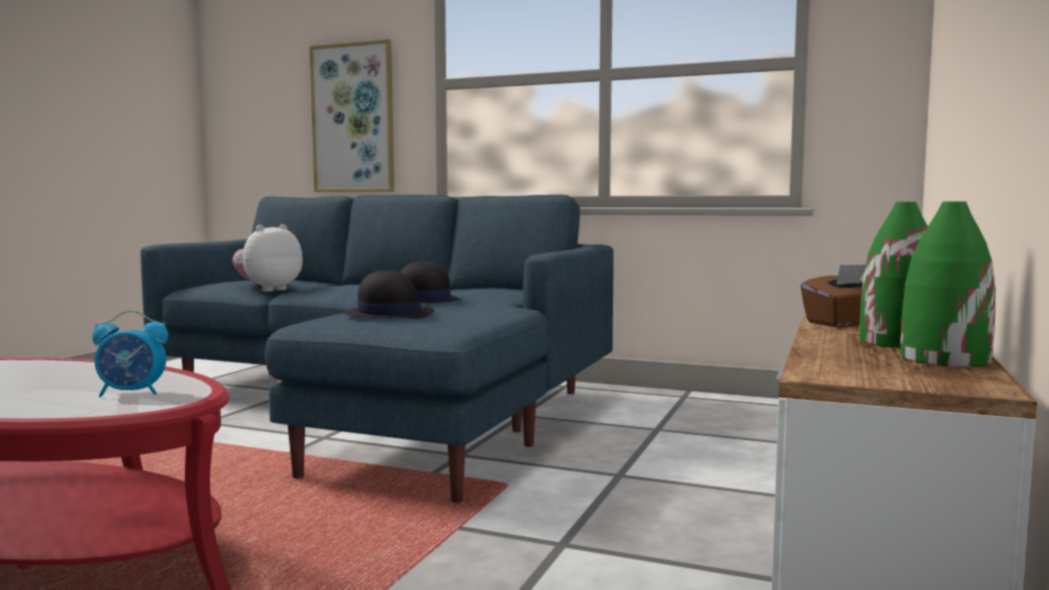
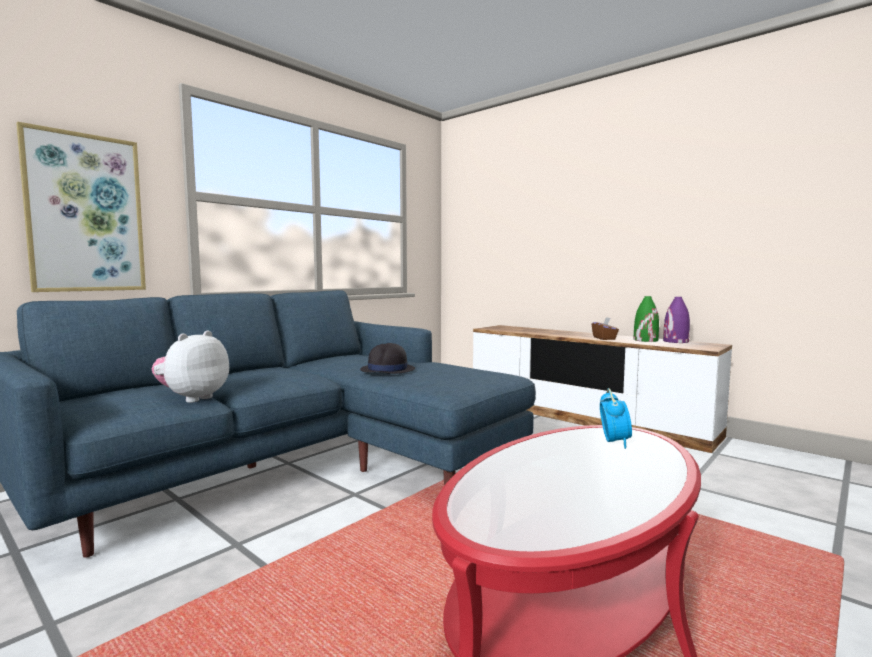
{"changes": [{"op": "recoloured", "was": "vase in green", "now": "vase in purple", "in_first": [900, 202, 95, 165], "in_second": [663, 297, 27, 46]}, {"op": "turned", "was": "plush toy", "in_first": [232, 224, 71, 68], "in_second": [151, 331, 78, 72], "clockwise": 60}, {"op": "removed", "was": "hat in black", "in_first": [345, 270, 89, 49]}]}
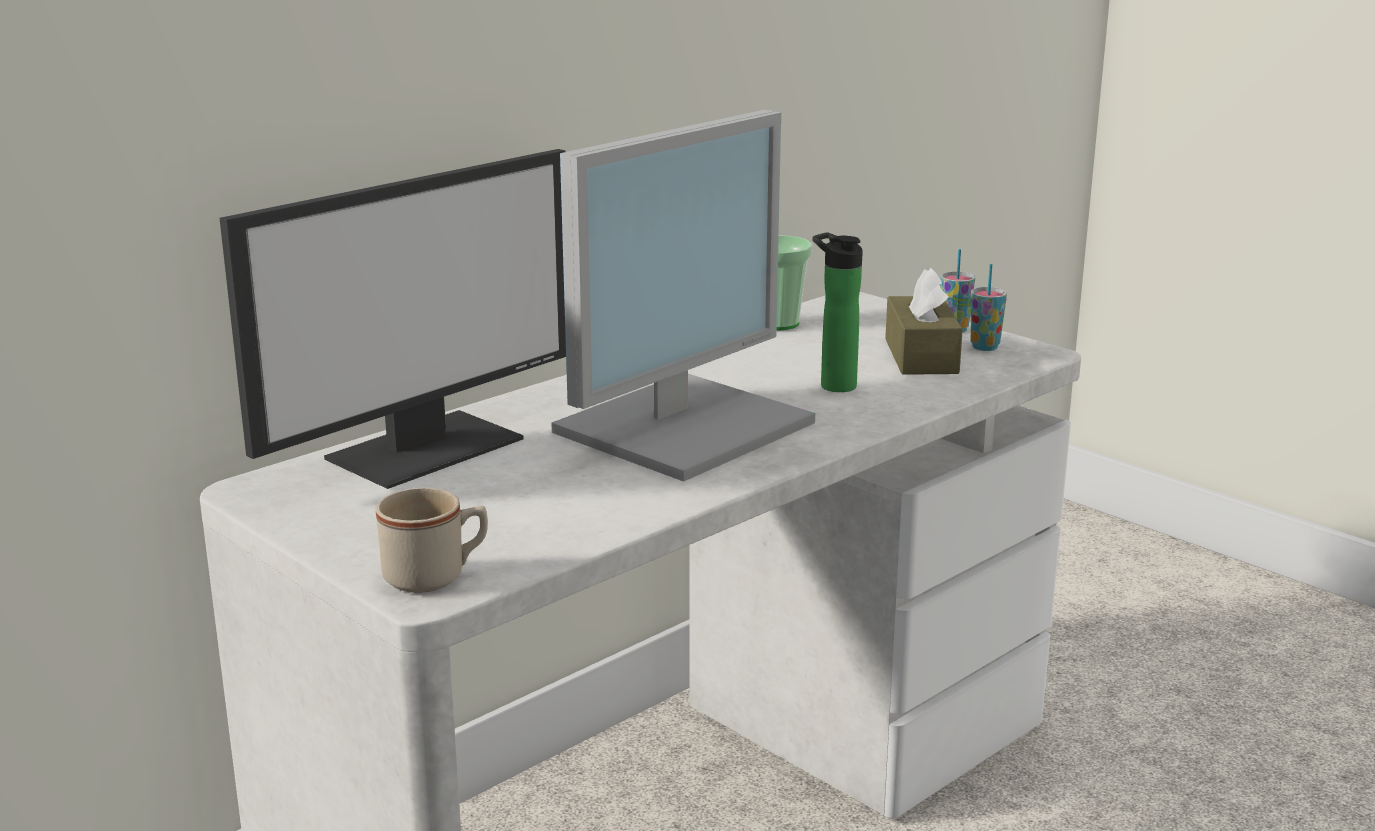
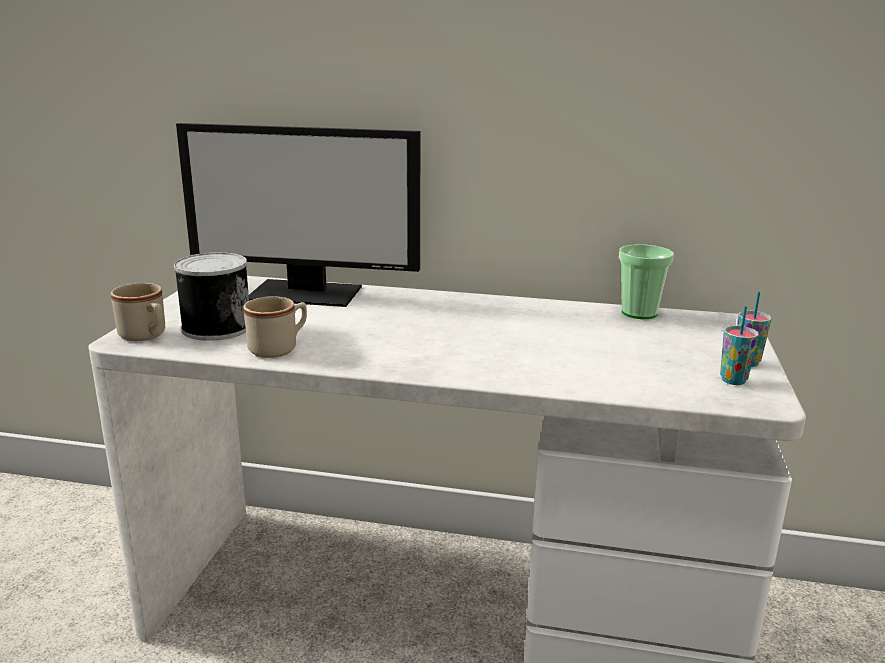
{"changes": [{"op": "removed", "was": "monitor", "in_first": [551, 109, 264, 373]}, {"op": "removed", "was": "bottle", "in_first": [812, 232, 51, 160]}, {"op": "removed", "was": "tissue box in brown", "in_first": [885, 268, 78, 107]}, {"op": "added", "now": "can", "in_second": [174, 252, 75, 89]}, {"op": "added", "now": "mug in beige", "in_second": [243, 296, 64, 62]}]}
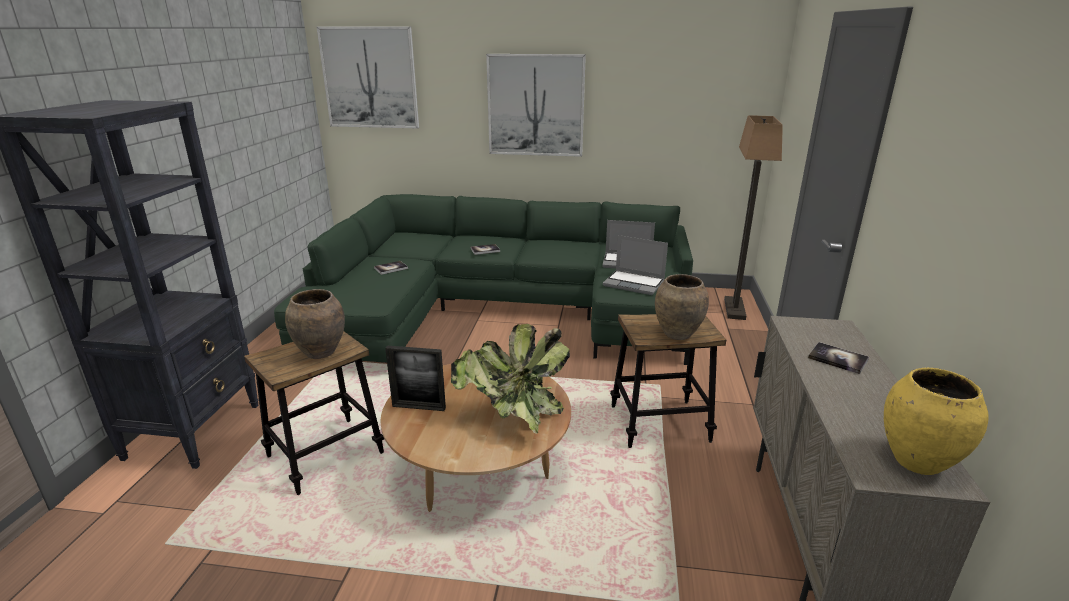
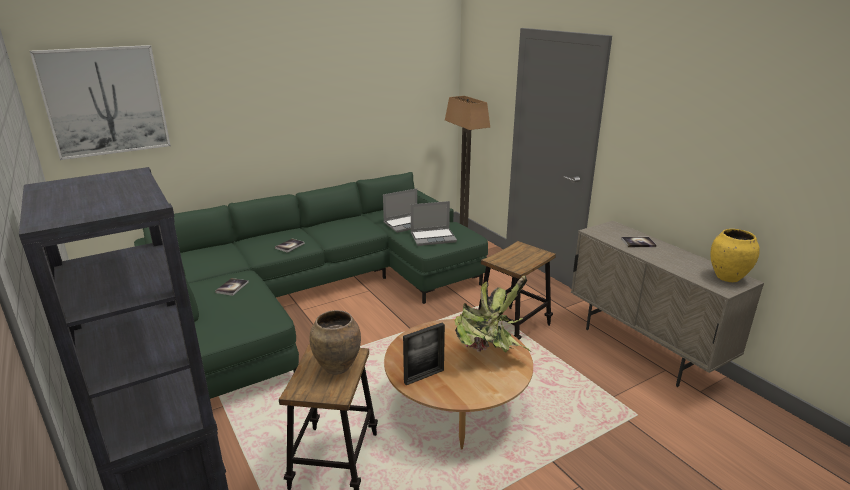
{"changes": [{"op": "removed", "was": "picture", "in_first": [486, 54, 100, 103]}, {"op": "removed", "was": "vase in brown", "in_first": [655, 274, 54, 66]}]}
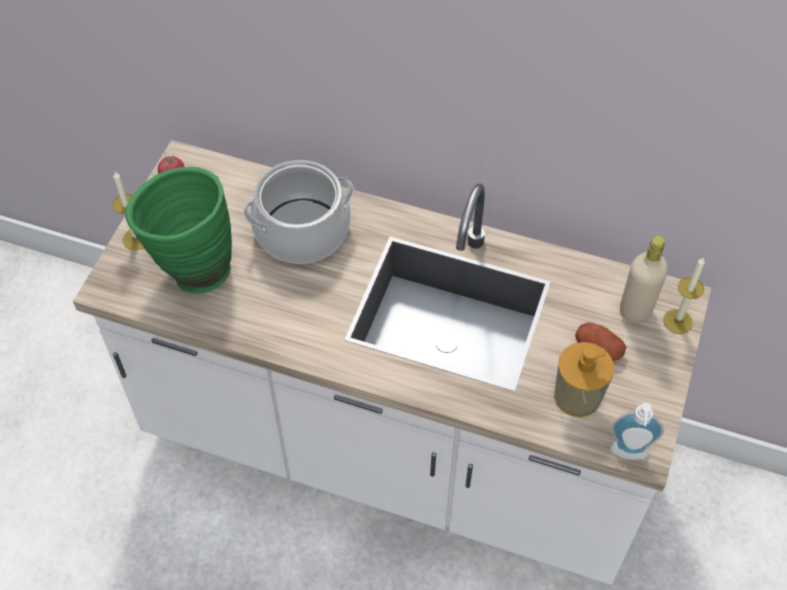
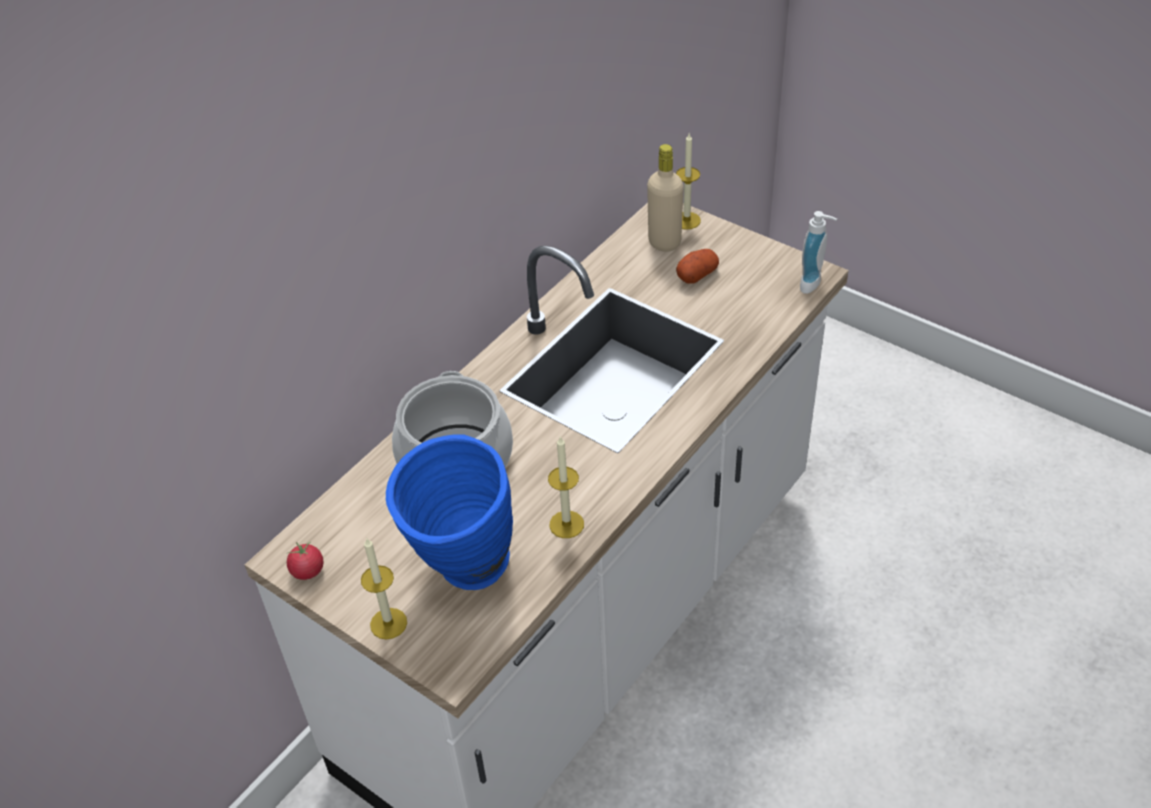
{"changes": [{"op": "recoloured", "was": "vase in green", "now": "vase in blue", "in_first": [125, 167, 107, 127], "in_second": [386, 435, 127, 155]}, {"op": "removed", "was": "soap dispenser", "in_first": [554, 342, 60, 75]}, {"op": "added", "now": "candle", "in_second": [548, 436, 36, 102]}]}
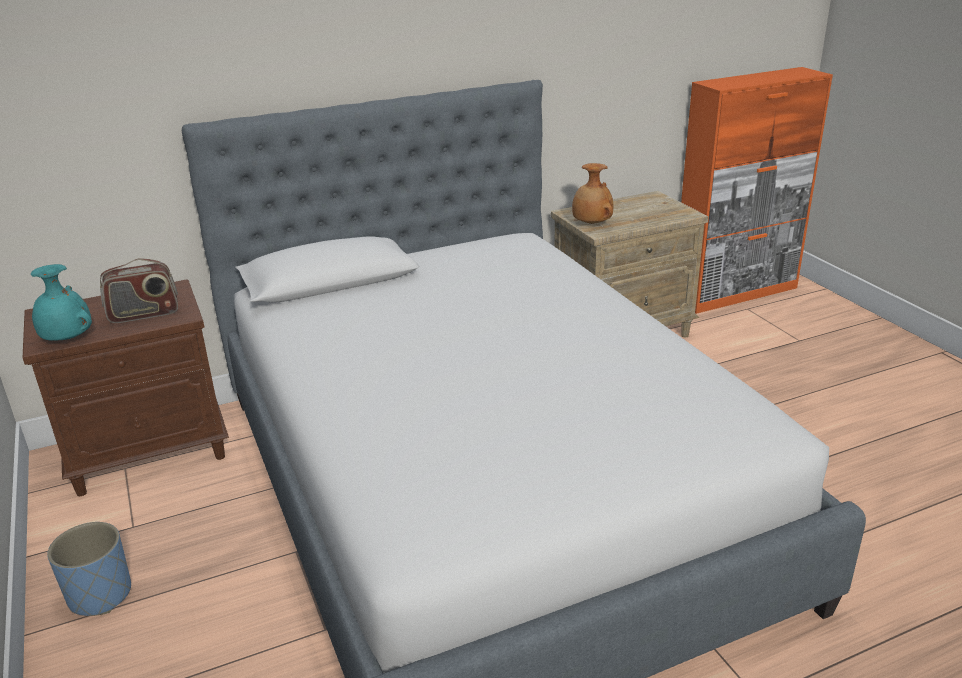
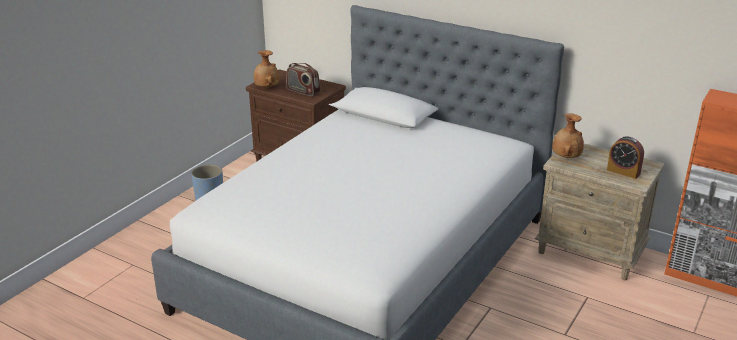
{"changes": [{"op": "recoloured", "was": "vase in turquoise", "now": "vase in brown", "in_first": [31, 264, 61, 77], "in_second": [254, 50, 25, 38]}, {"op": "added", "now": "alarm clock", "in_second": [607, 137, 37, 42]}]}
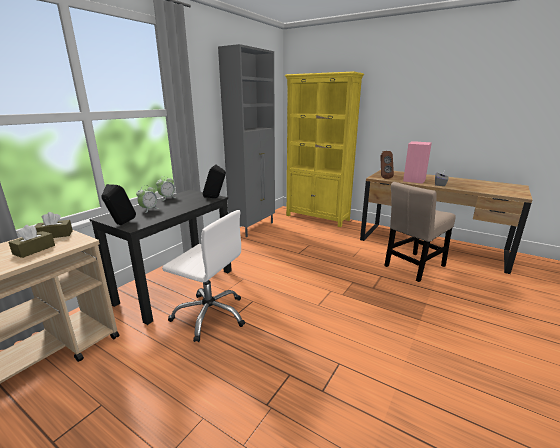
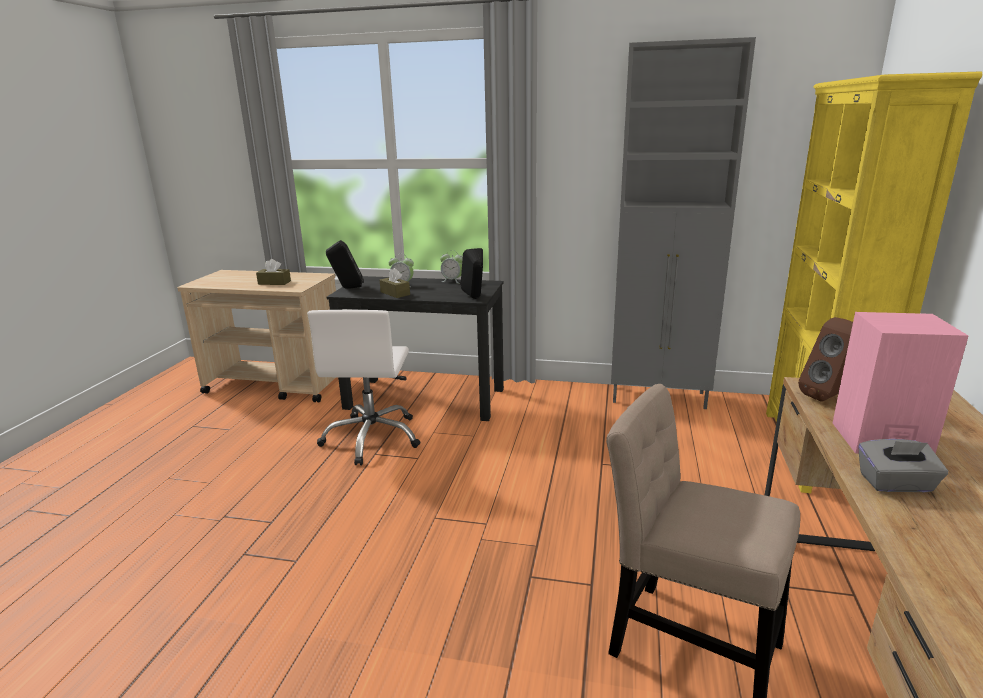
{"changes": [{"op": "moved", "was": "tissue box in brown", "in_first": [35, 212, 38, 26], "in_second": [380, 268, 30, 30]}]}
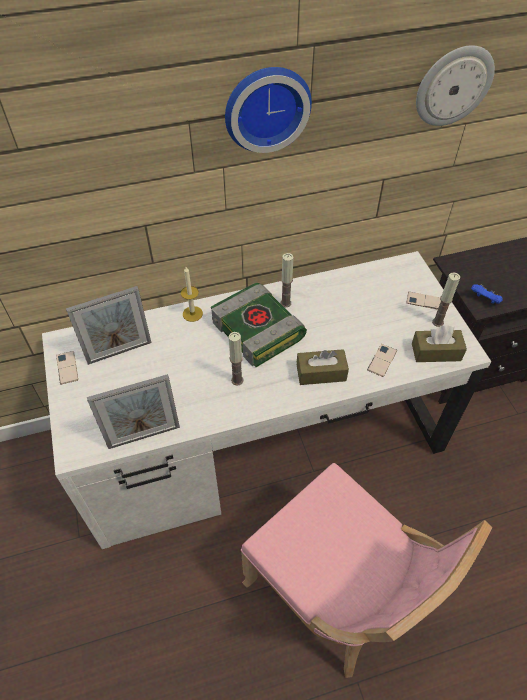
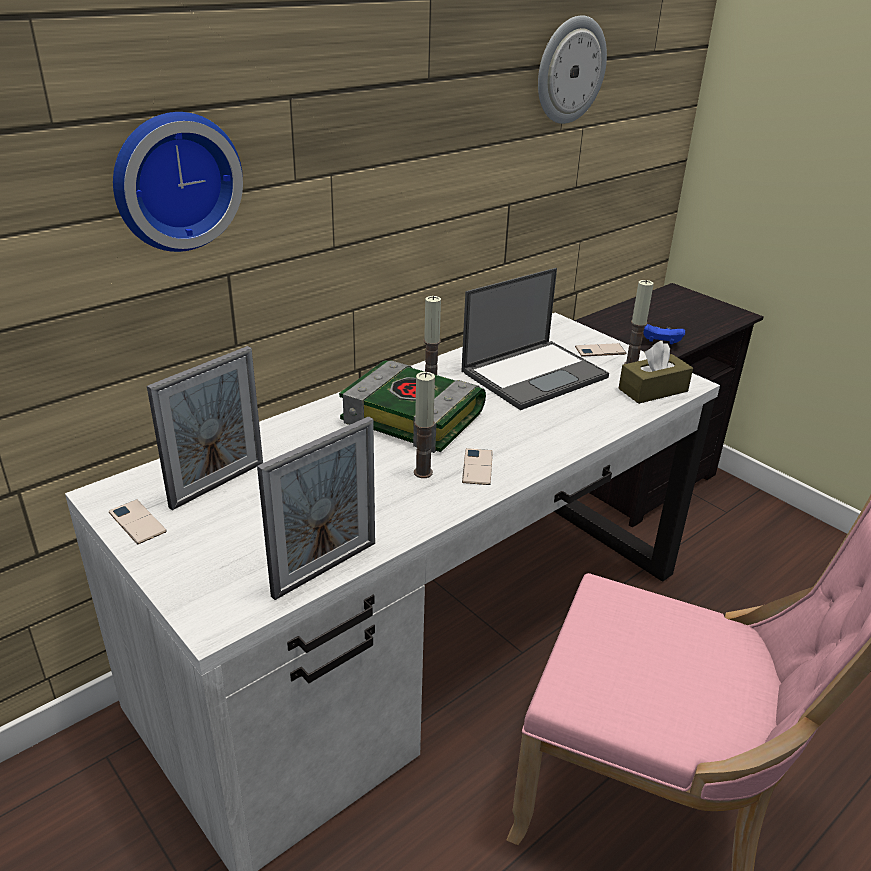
{"changes": [{"op": "moved", "was": "wall clock", "in_first": [225, 67, 87, 86], "in_second": [113, 112, 130, 140]}, {"op": "removed", "was": "candle", "in_first": [181, 267, 22, 55]}, {"op": "moved", "was": "phone", "in_first": [367, 344, 30, 33], "in_second": [462, 448, 31, 37]}, {"op": "removed", "was": "tissue box in brown", "in_first": [297, 349, 52, 36]}, {"op": "added", "now": "laptop", "in_second": [461, 268, 148, 142]}]}
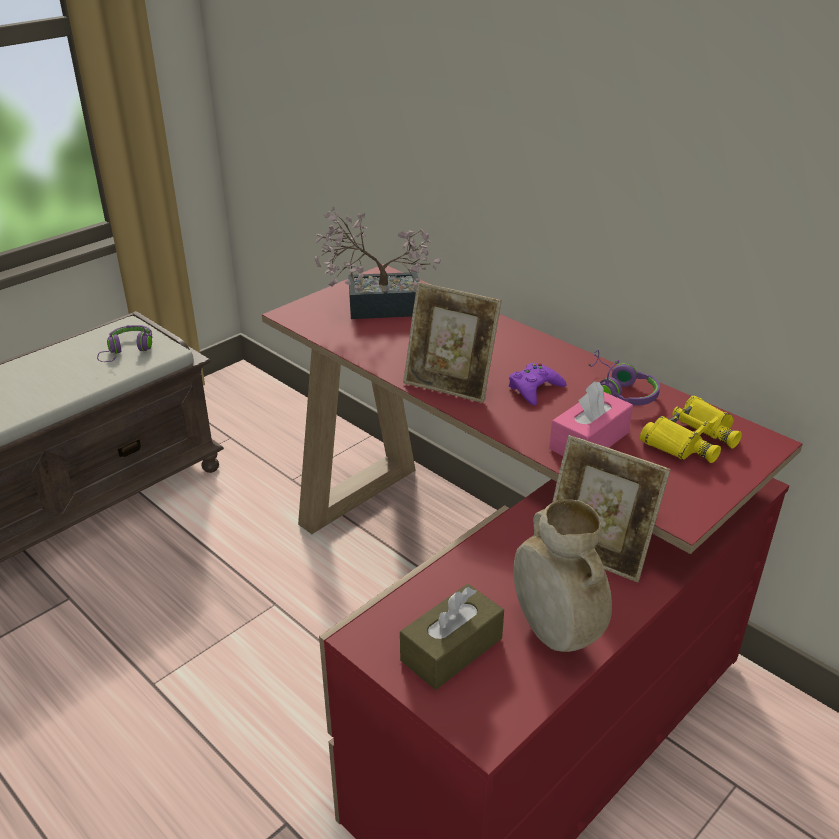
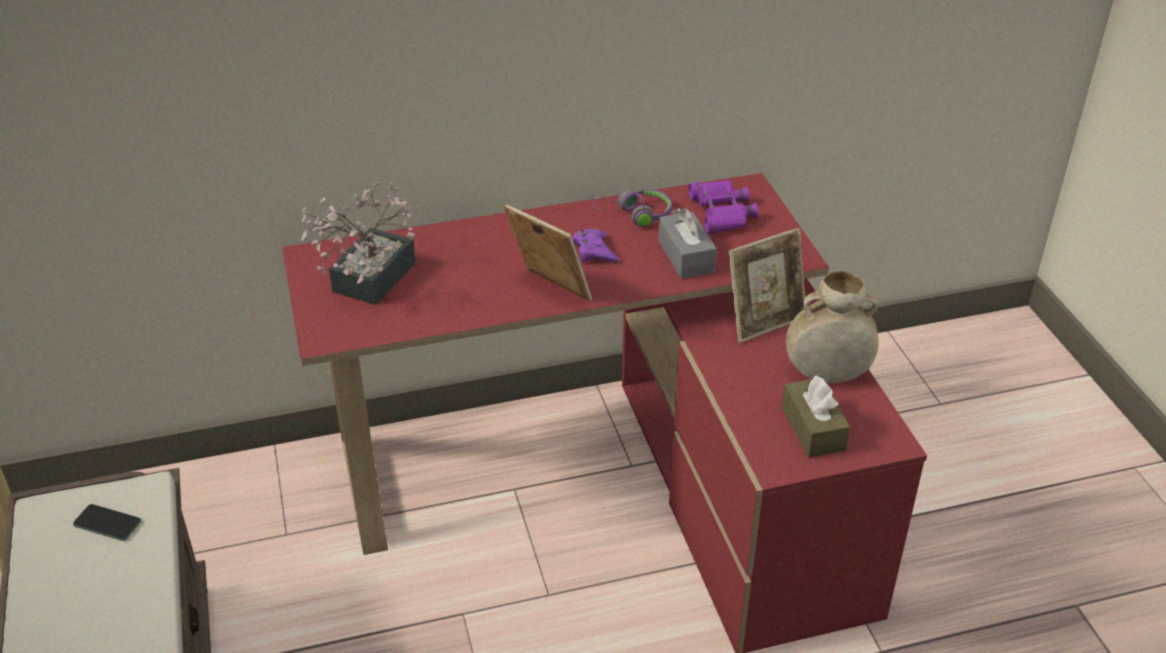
{"changes": [{"op": "turned", "was": "picture frame", "in_first": [403, 282, 99, 121], "in_second": [503, 204, 89, 97], "clockwise": -105}, {"op": "replaced", "was": "headphones in purple", "now": "phone", "in_first": [97, 325, 55, 37], "in_second": [73, 504, 68, 37]}, {"op": "recoloured", "was": "tissue box in pink", "now": "tissue box in grey", "in_first": [549, 381, 84, 75], "in_second": [658, 208, 59, 71]}, {"op": "recoloured", "was": "binoculars in yellow", "now": "binoculars in purple", "in_first": [640, 396, 102, 67], "in_second": [689, 180, 69, 54]}]}
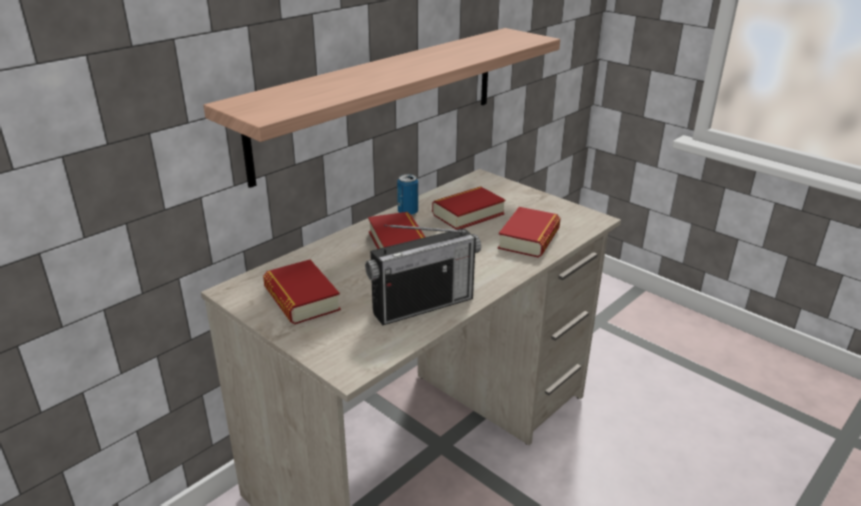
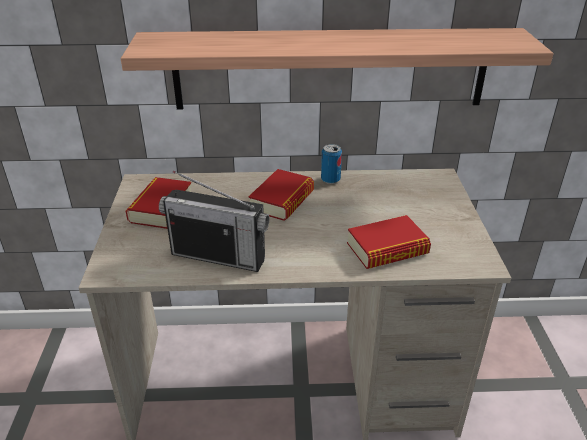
{"changes": [{"op": "removed", "was": "book", "in_first": [432, 186, 73, 44]}]}
